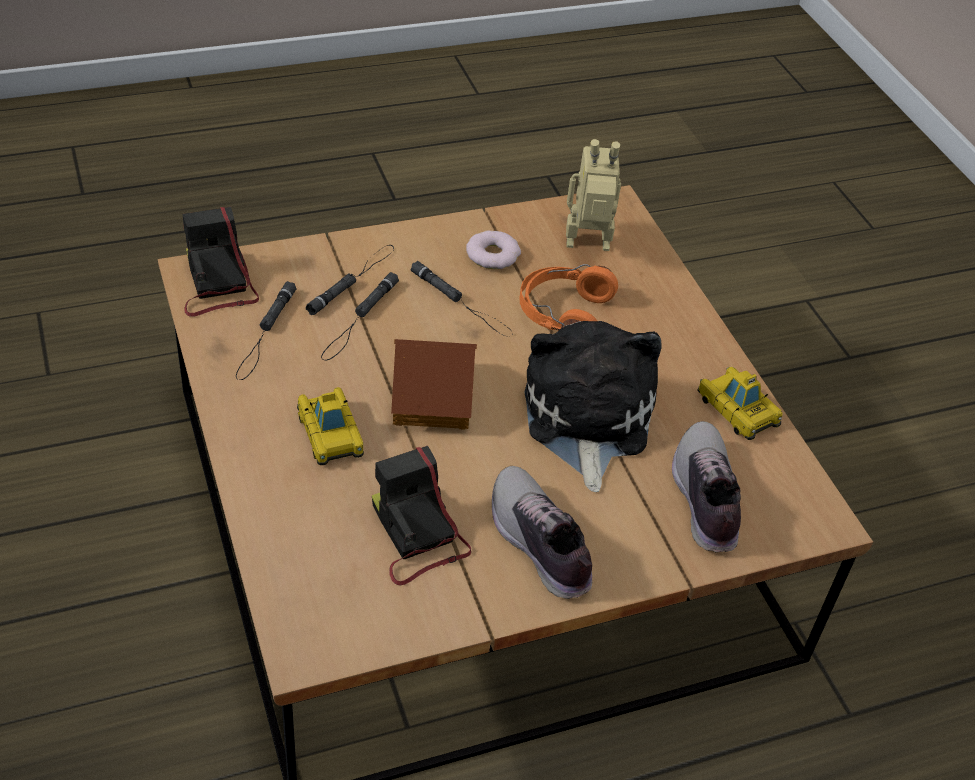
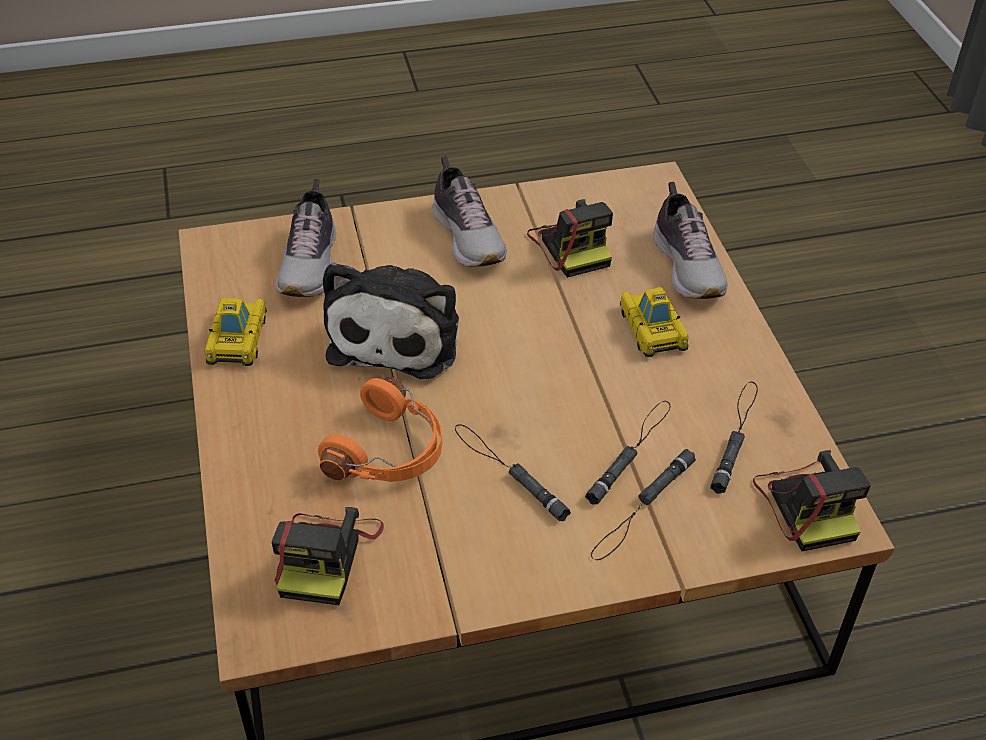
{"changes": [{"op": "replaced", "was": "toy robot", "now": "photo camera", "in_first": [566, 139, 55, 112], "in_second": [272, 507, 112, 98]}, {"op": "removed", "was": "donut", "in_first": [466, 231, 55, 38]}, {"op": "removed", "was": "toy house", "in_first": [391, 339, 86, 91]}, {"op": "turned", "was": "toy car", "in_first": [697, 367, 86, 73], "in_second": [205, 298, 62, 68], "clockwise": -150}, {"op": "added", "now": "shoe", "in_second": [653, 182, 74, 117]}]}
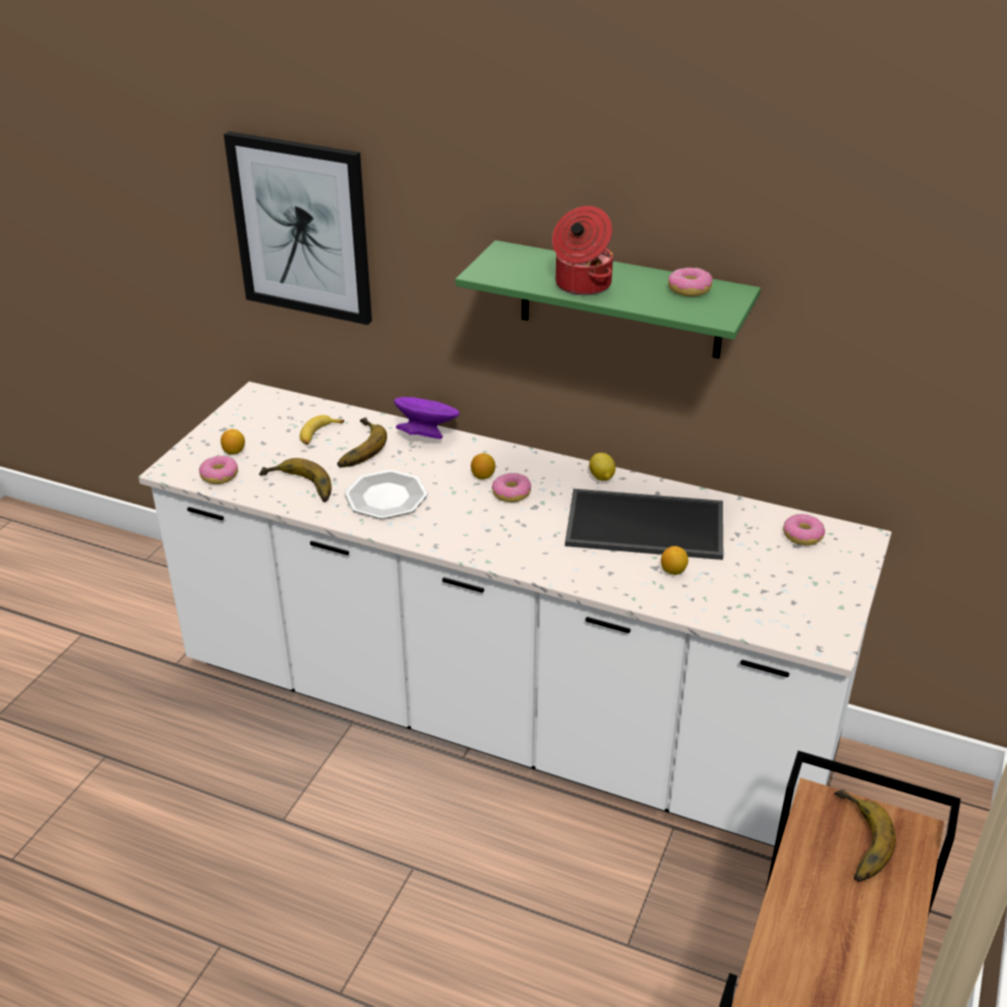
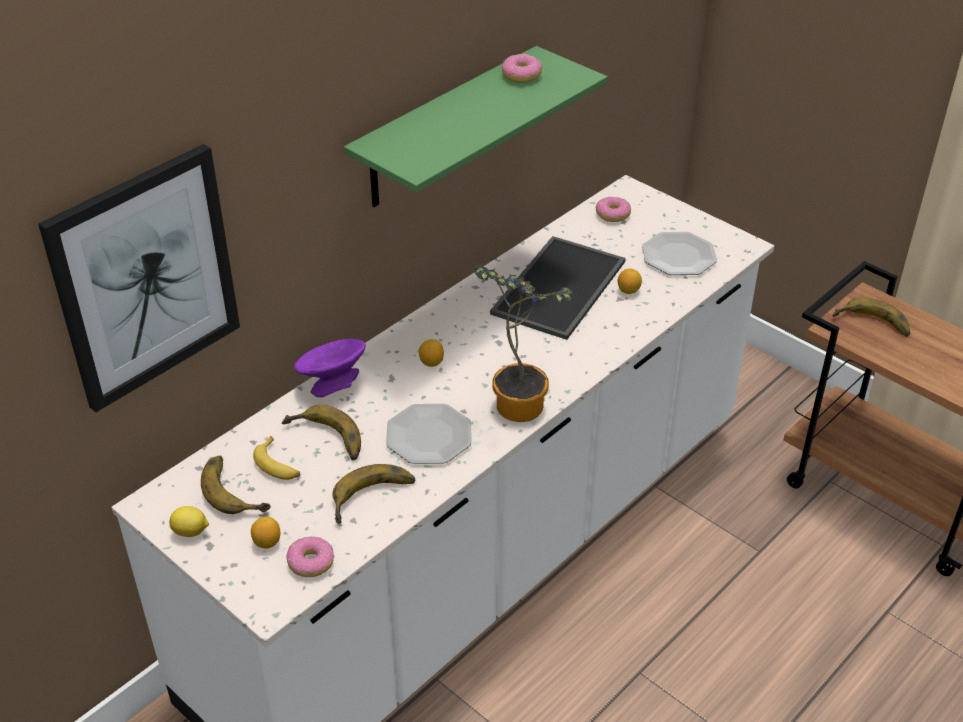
{"changes": [{"op": "removed", "was": "cooking pot", "in_first": [552, 206, 61, 89]}, {"op": "moved", "was": "lemon", "in_first": [589, 453, 27, 28], "in_second": [169, 506, 40, 31]}, {"op": "removed", "was": "donut", "in_first": [492, 473, 39, 29]}, {"op": "added", "now": "plate", "in_second": [642, 232, 75, 43]}, {"op": "added", "now": "potted plant", "in_second": [474, 265, 99, 157]}, {"op": "added", "now": "banana", "in_second": [201, 456, 70, 58]}]}
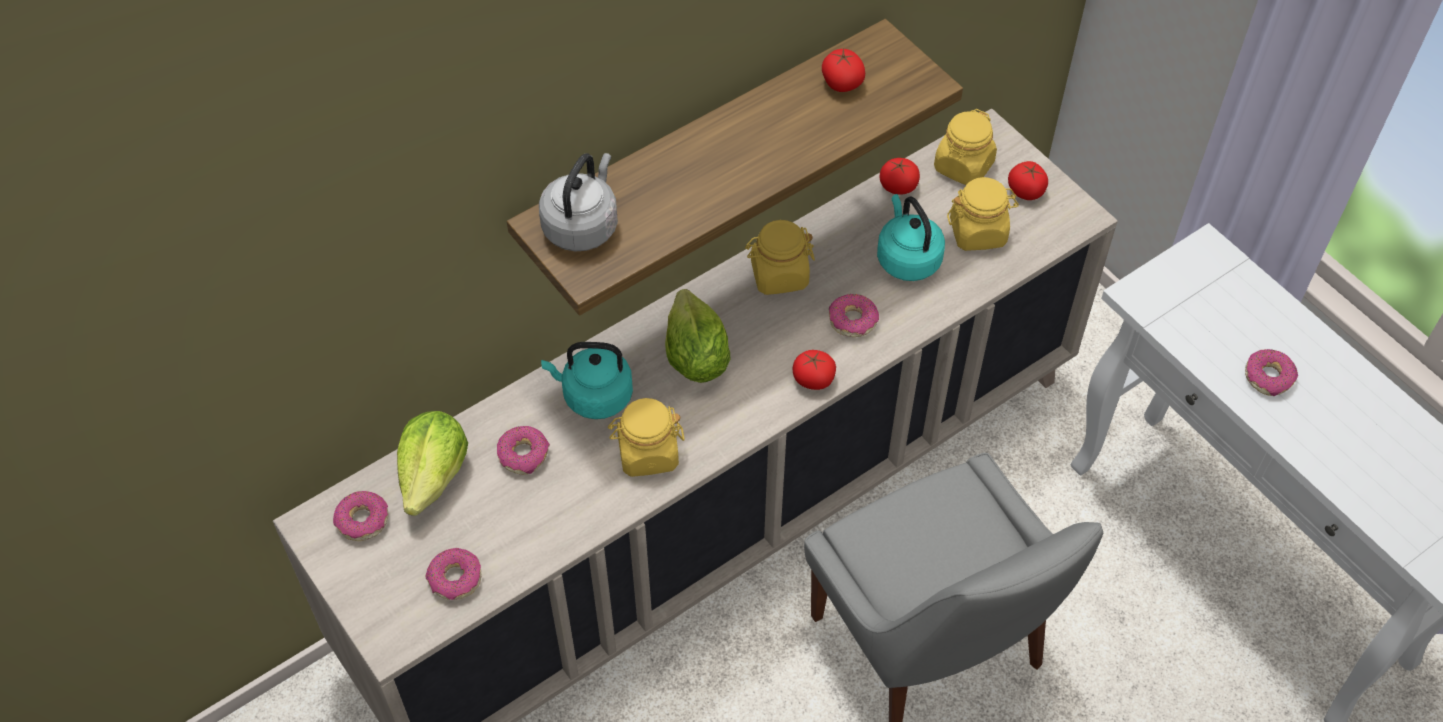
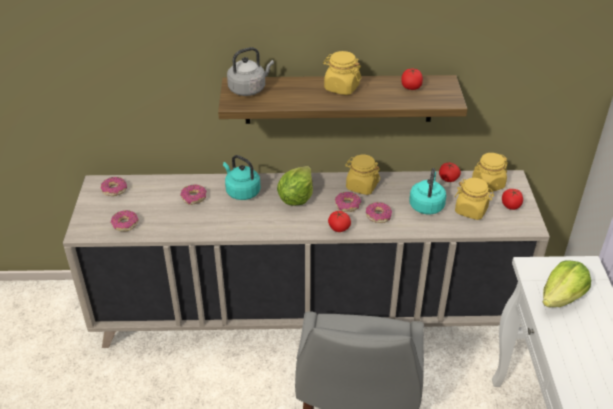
{"changes": [{"op": "moved", "was": "donut", "in_first": [1245, 349, 53, 47], "in_second": [335, 192, 26, 20]}, {"op": "moved", "was": "jar in yellow", "in_first": [608, 398, 77, 79], "in_second": [323, 51, 39, 44]}, {"op": "moved", "was": "lettuce", "in_first": [397, 411, 71, 105], "in_second": [543, 260, 48, 47]}]}
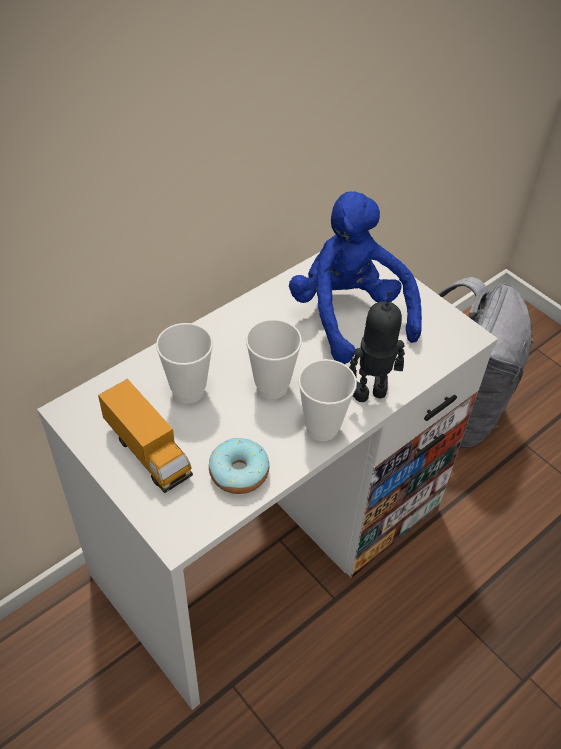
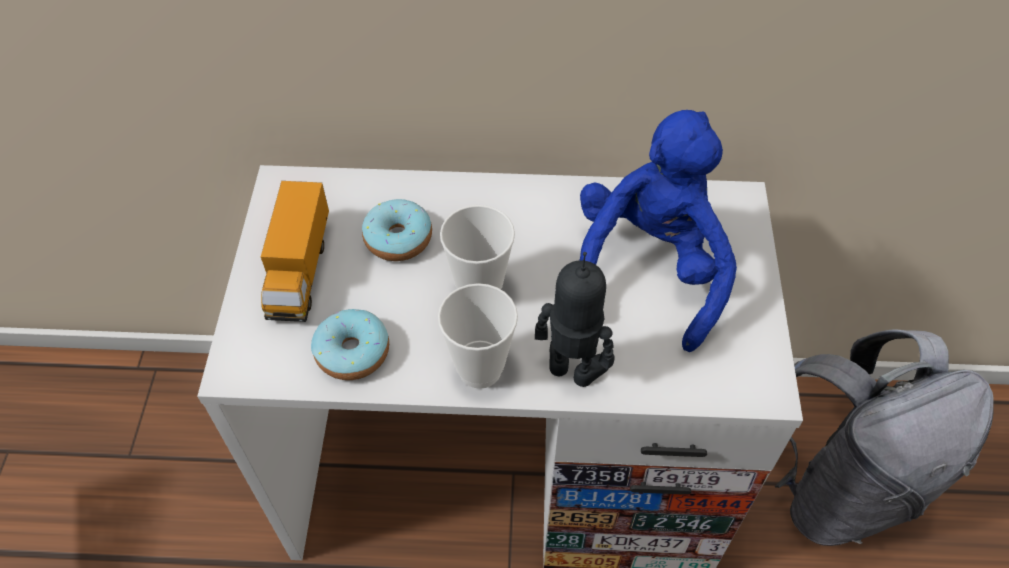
{"changes": [{"op": "replaced", "was": "cup", "now": "donut", "in_first": [156, 323, 57, 81], "in_second": [362, 199, 70, 62]}]}
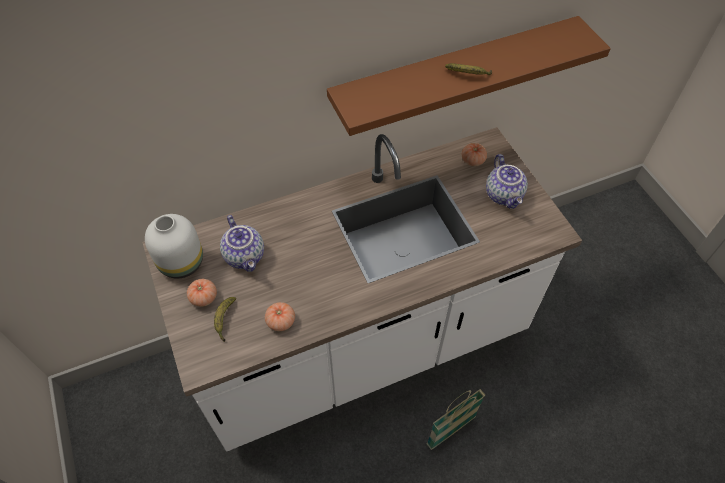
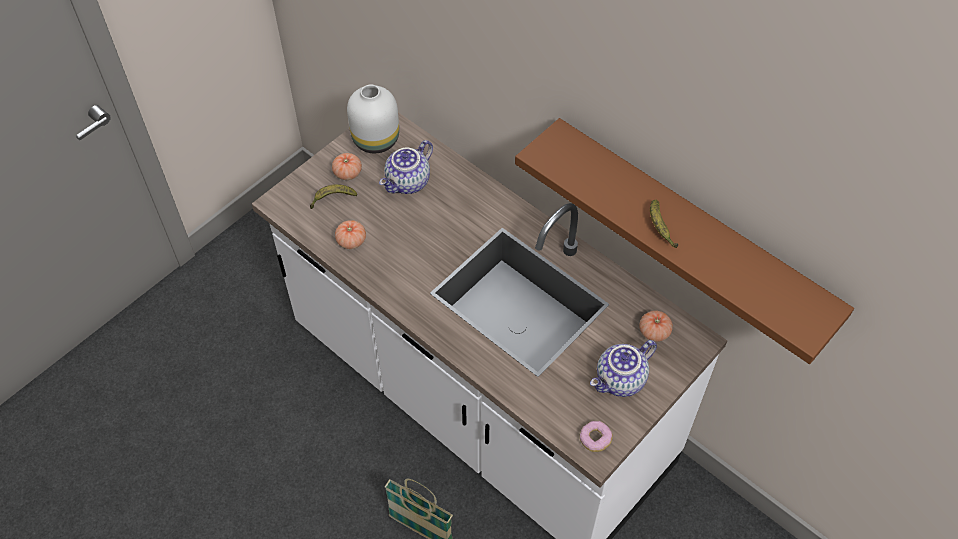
{"changes": [{"op": "added", "now": "donut", "in_second": [580, 421, 33, 31]}]}
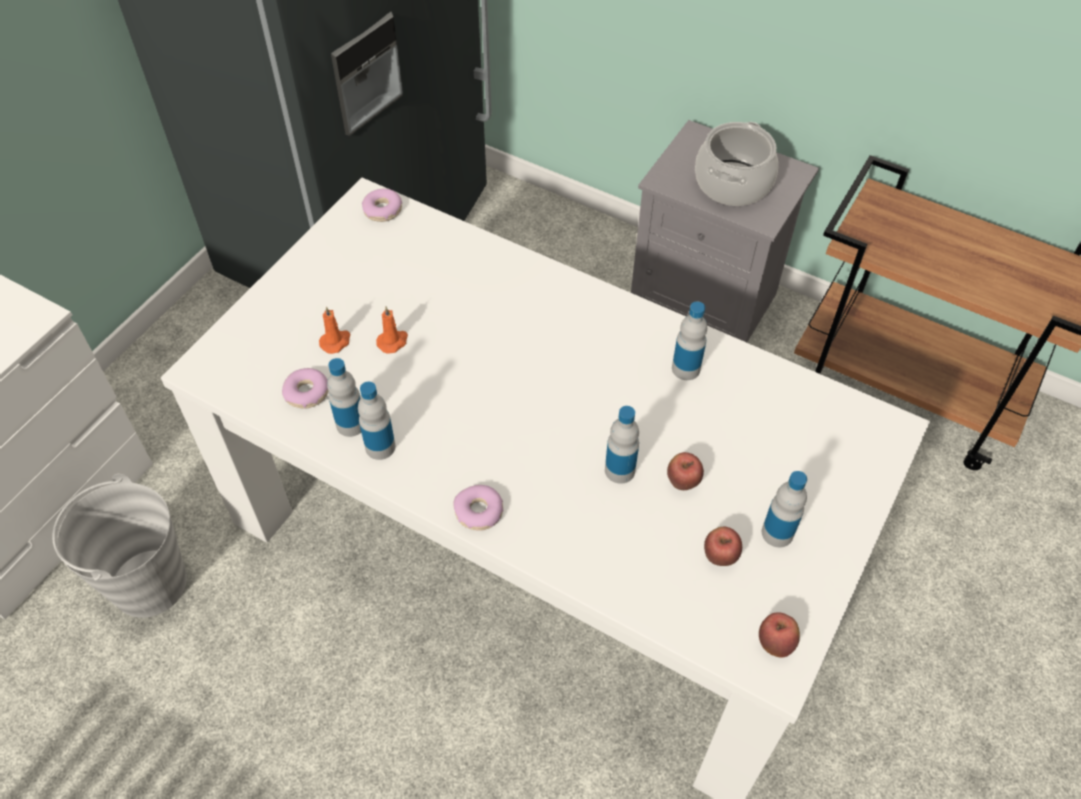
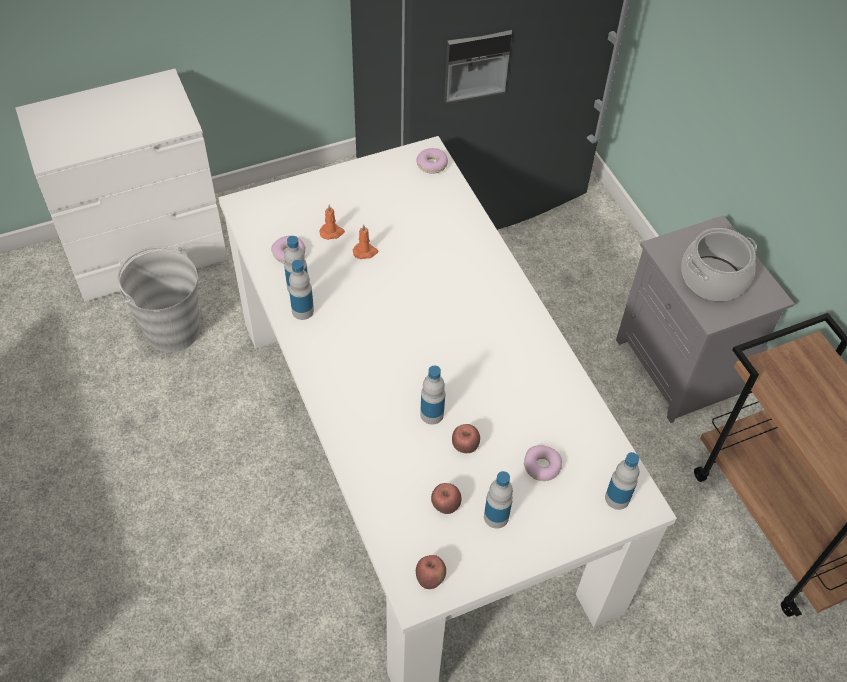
{"changes": [{"op": "moved", "was": "bottle", "in_first": [672, 301, 35, 79], "in_second": [605, 452, 34, 58]}, {"op": "moved", "was": "donut", "in_first": [453, 485, 51, 46], "in_second": [524, 445, 38, 36]}]}
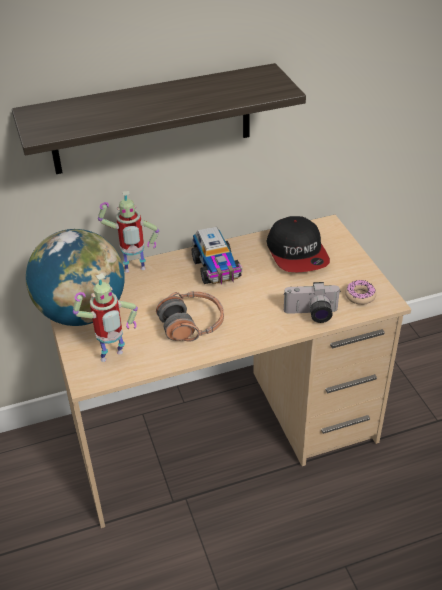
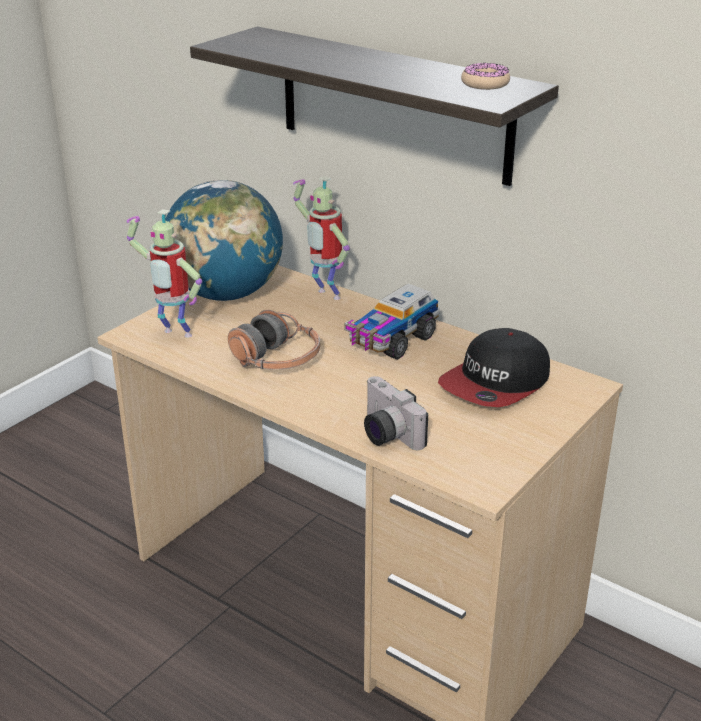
{"changes": [{"op": "moved", "was": "donut", "in_first": [345, 280, 31, 25], "in_second": [461, 62, 49, 28]}]}
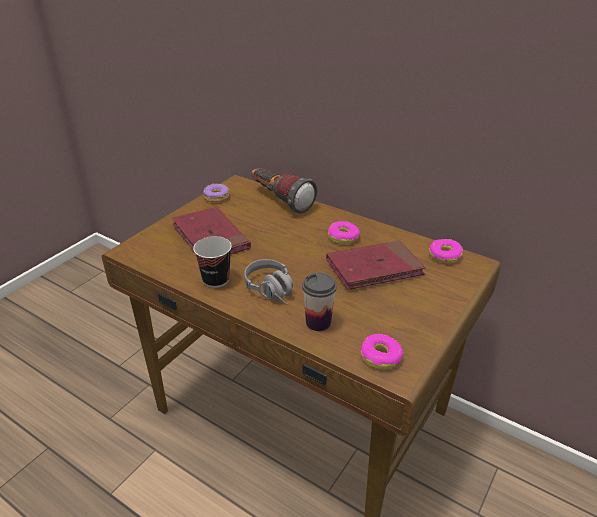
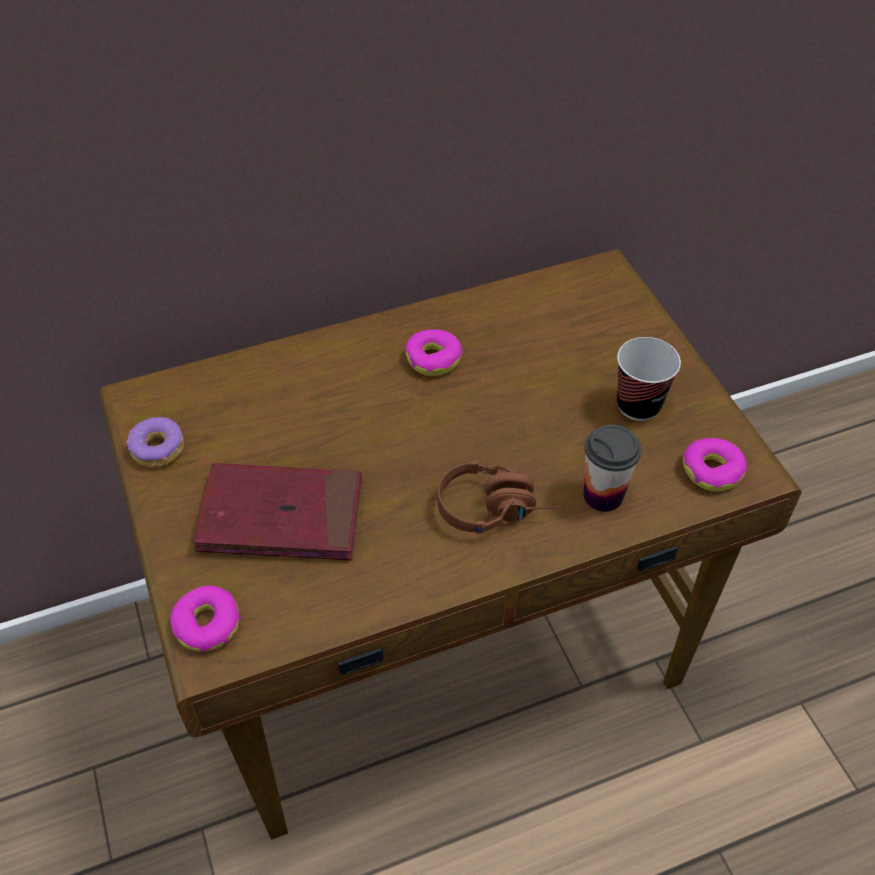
{"changes": [{"op": "removed", "was": "flashlight", "in_first": [251, 168, 66, 46]}, {"op": "moved", "was": "cup", "in_first": [193, 236, 39, 52], "in_second": [617, 337, 64, 84]}, {"op": "moved", "was": "donut", "in_first": [429, 239, 34, 25], "in_second": [170, 585, 71, 67]}, {"op": "removed", "was": "book in red", "in_first": [326, 240, 100, 50]}, {"op": "recoloured", "was": "headphones in grey", "now": "headphones in brown", "in_first": [244, 259, 49, 46], "in_second": [437, 461, 125, 73]}]}
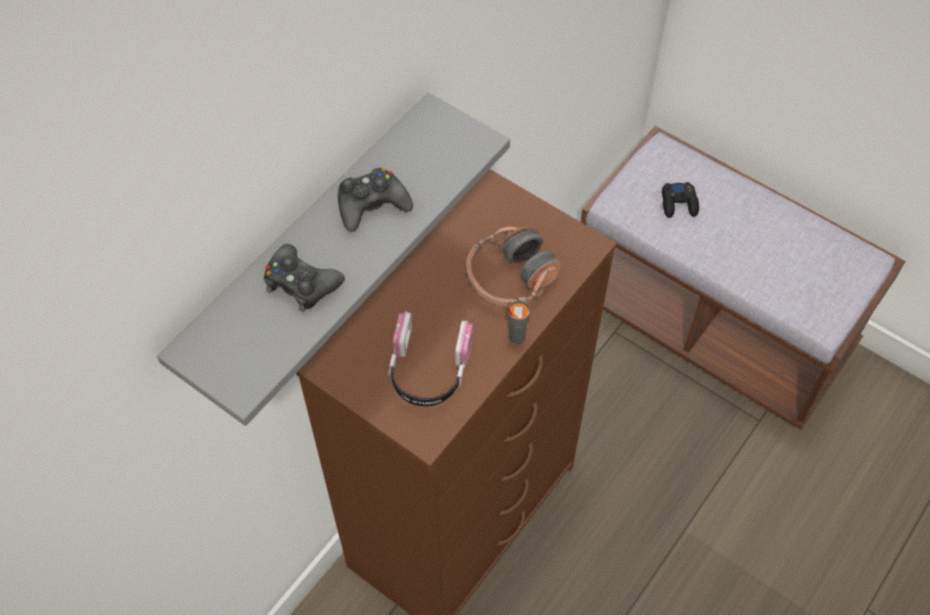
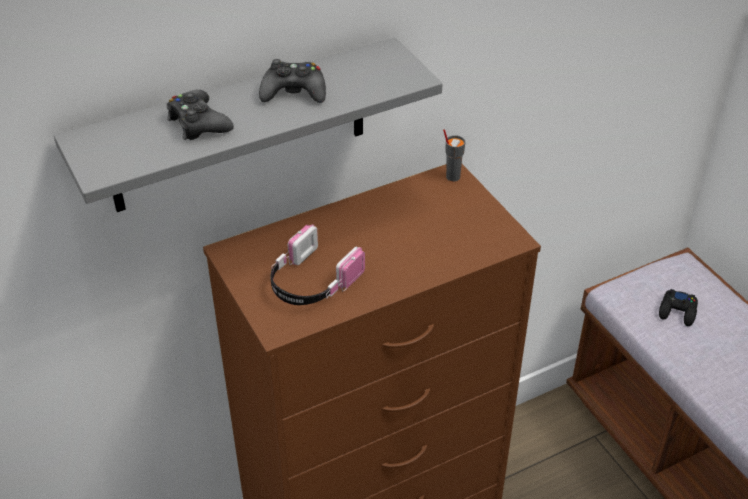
{"changes": [{"op": "removed", "was": "headphones", "in_first": [466, 226, 96, 80]}, {"op": "moved", "was": "cup in grey", "in_first": [507, 300, 24, 44], "in_second": [443, 129, 22, 53]}]}
